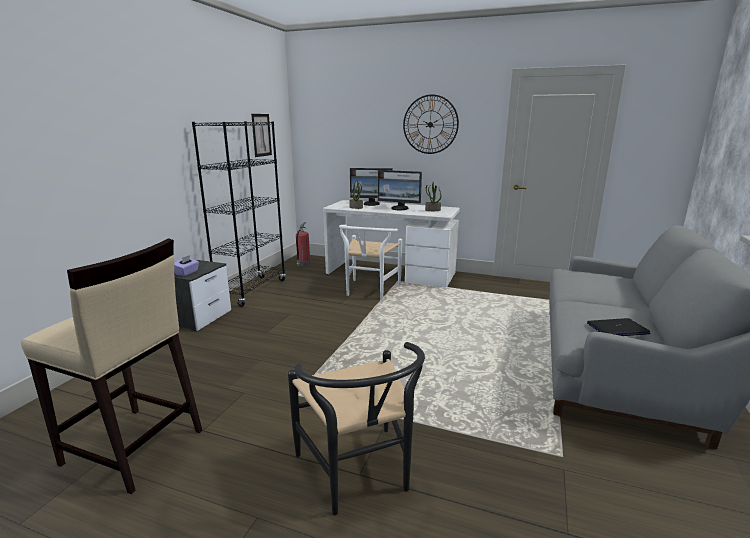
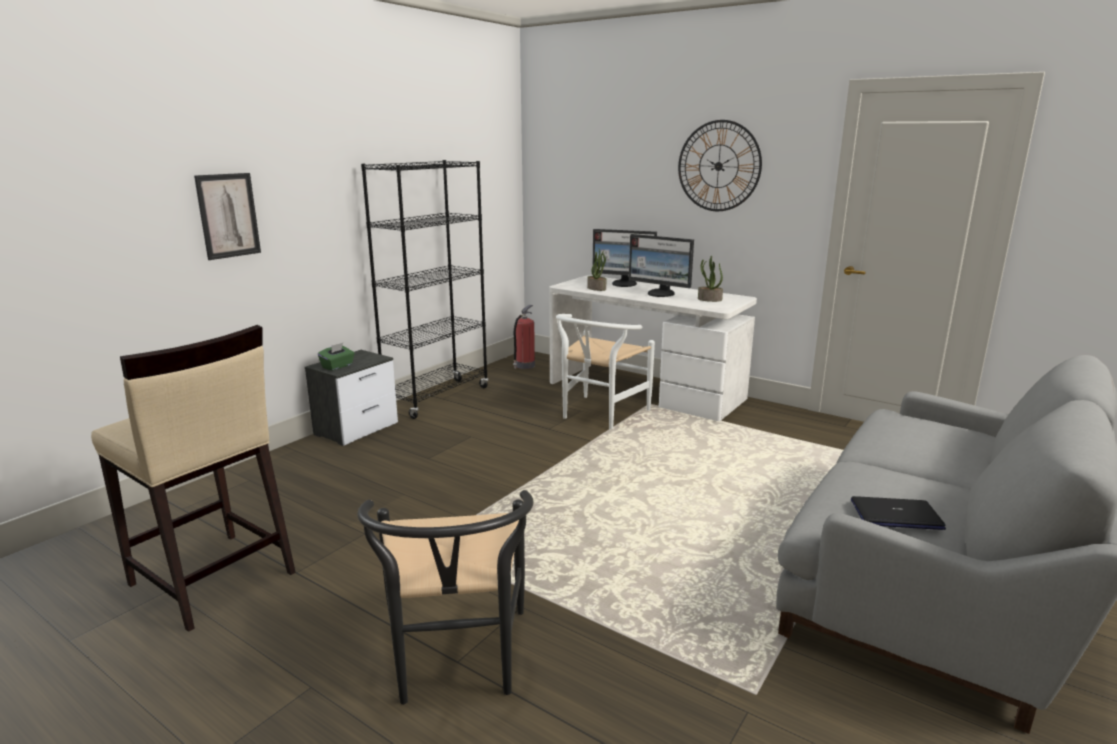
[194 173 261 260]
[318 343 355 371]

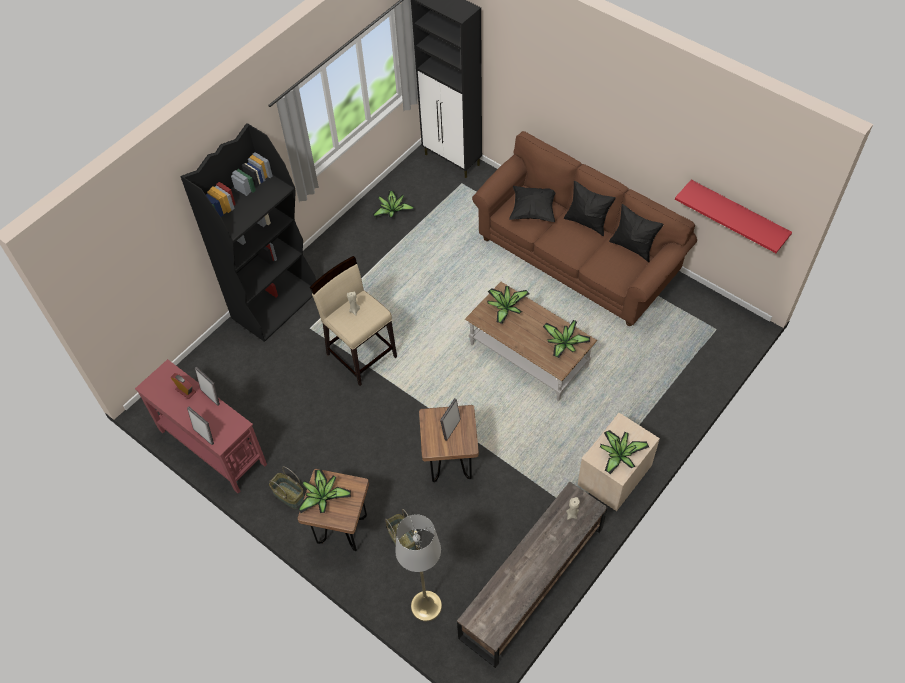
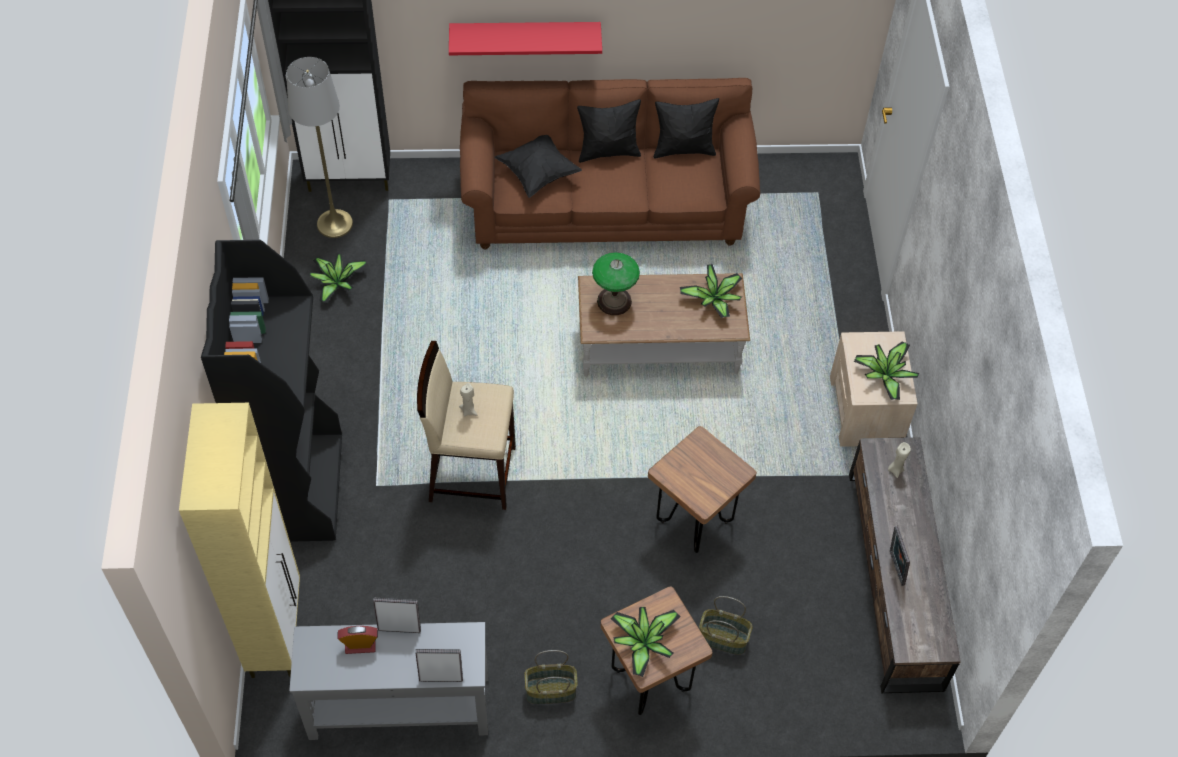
[179 403 300 678]
[286 57 353 238]
[289 622 488 740]
[449 22 602 55]
[592 252 640 315]
[890 526 910 586]

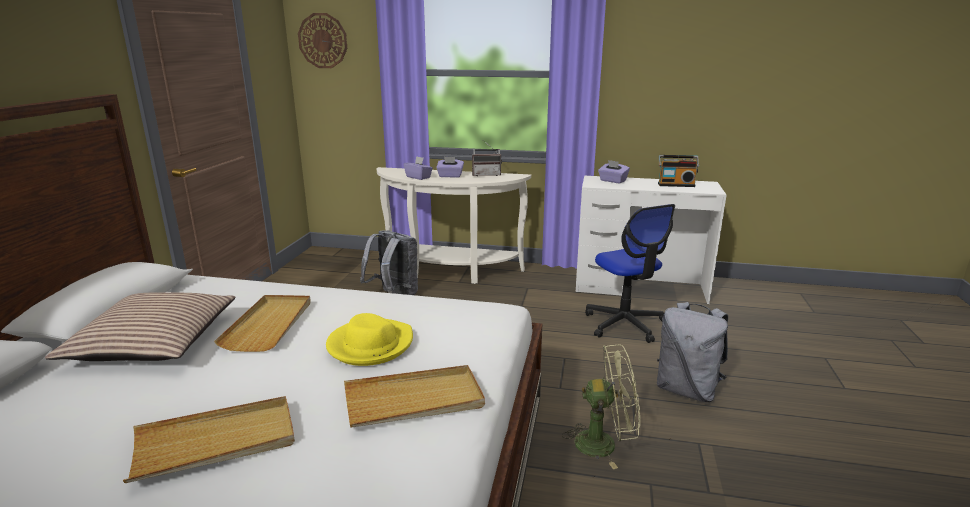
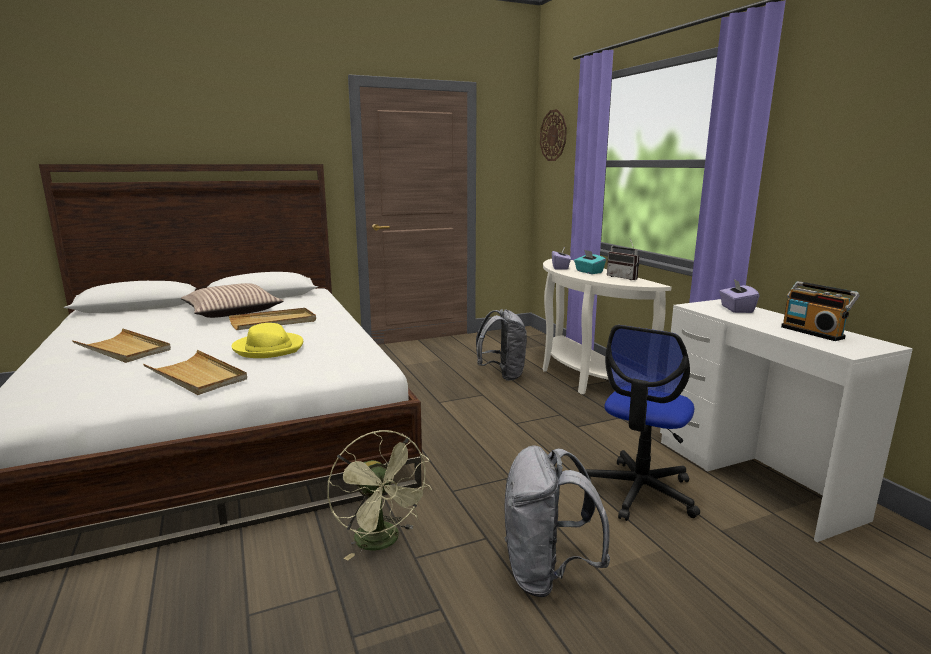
[574 250 606 274]

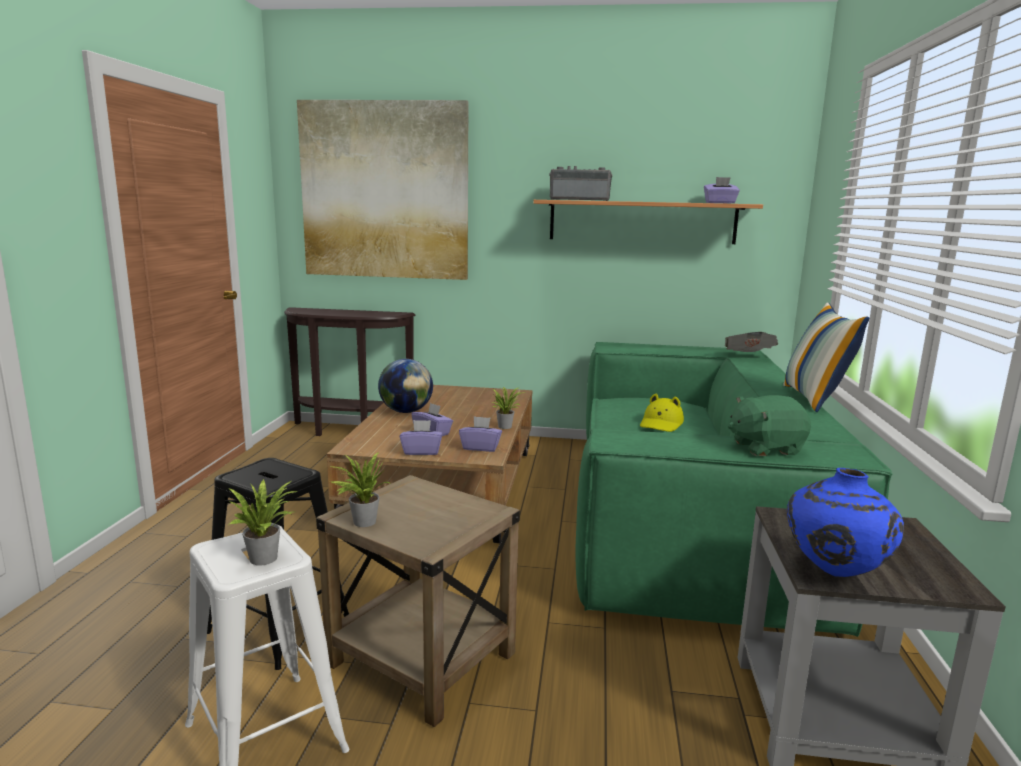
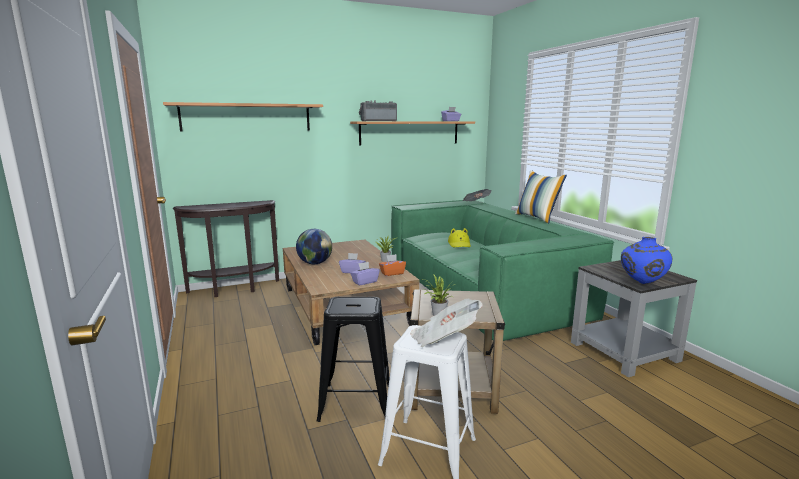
[163 102 323 132]
[379 254 406 276]
[410 299 483 347]
[728 395 811 456] (first image)

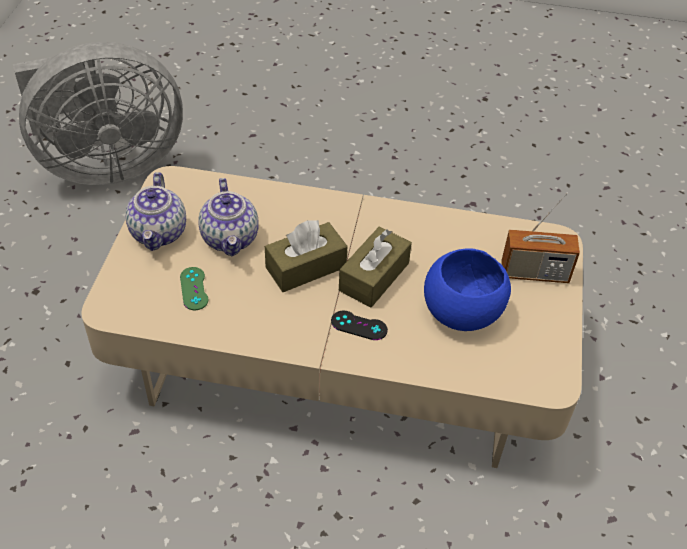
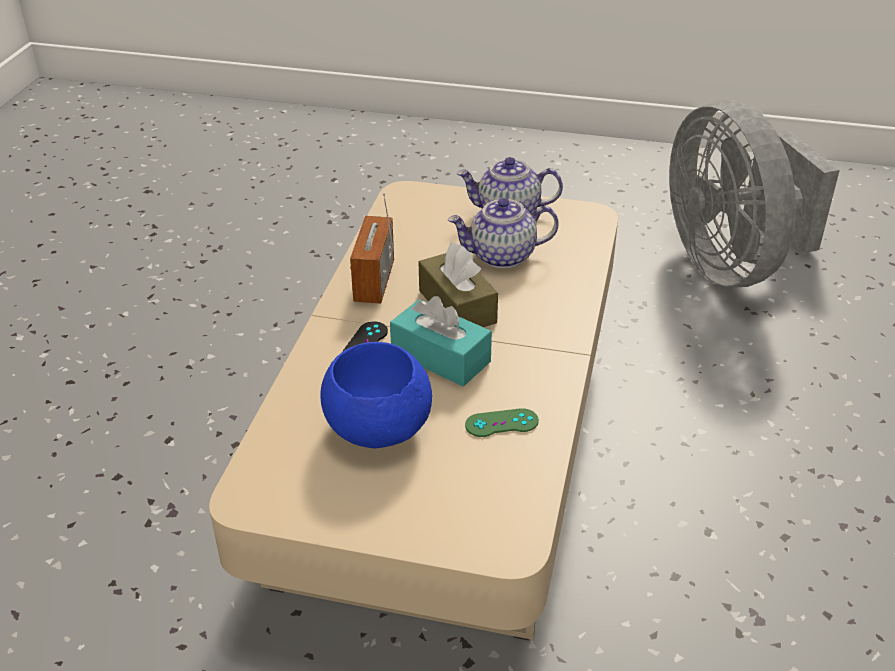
[350 193 394 304]
[390 296 492 387]
[465 408 539 437]

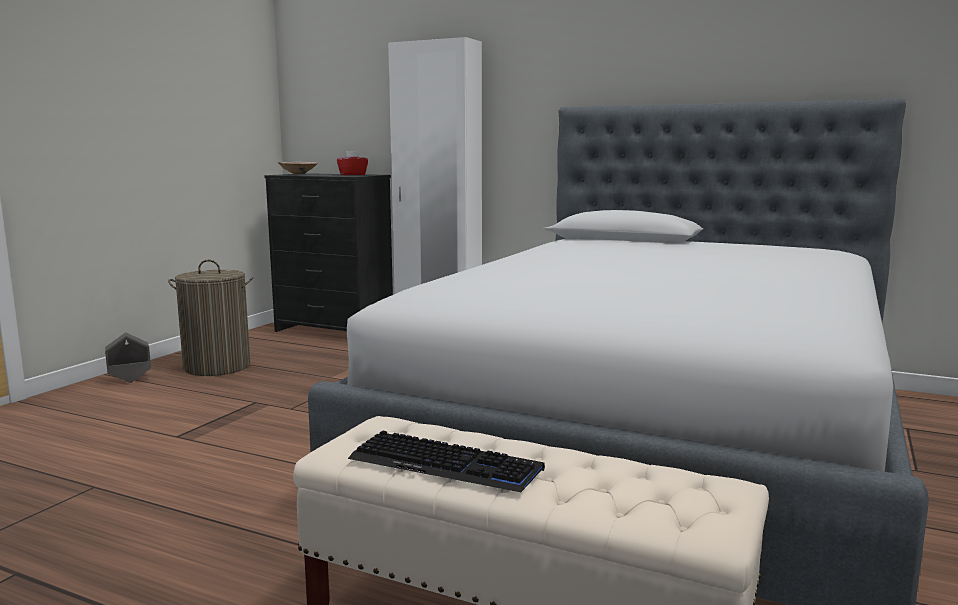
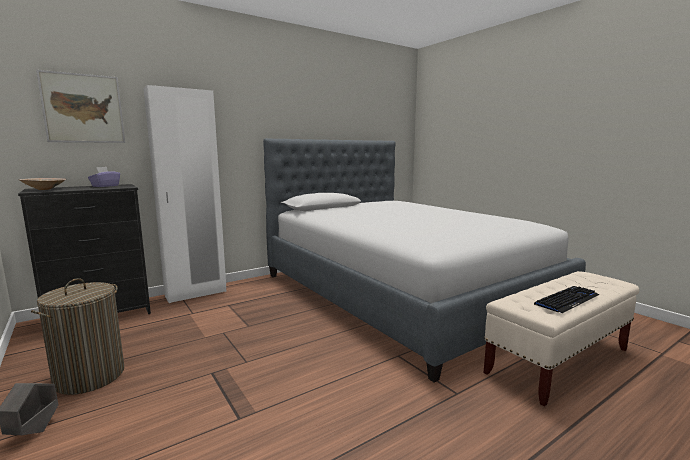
[36 70 125 143]
[88 167 120 187]

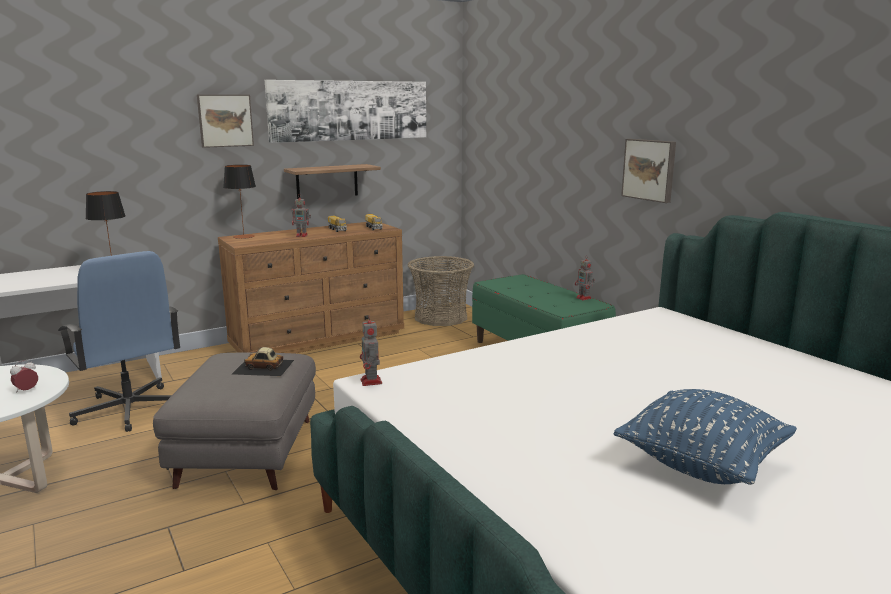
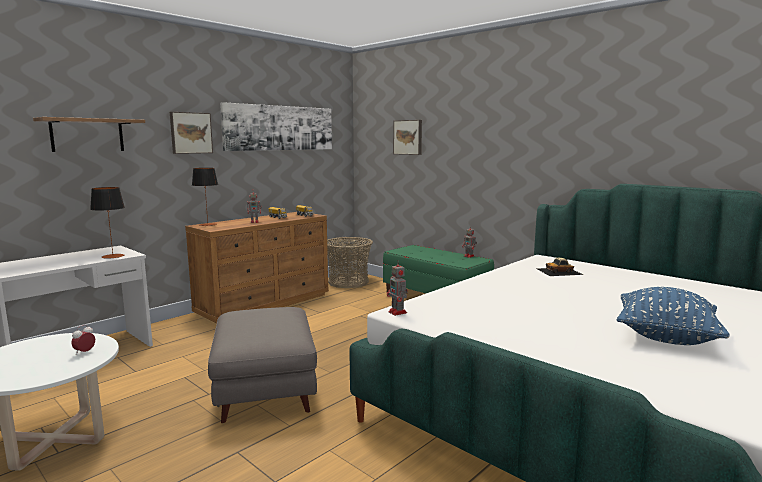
[33 117 145 152]
[393 120 422 155]
[537 258 583 276]
[58 251 180 432] (first image)

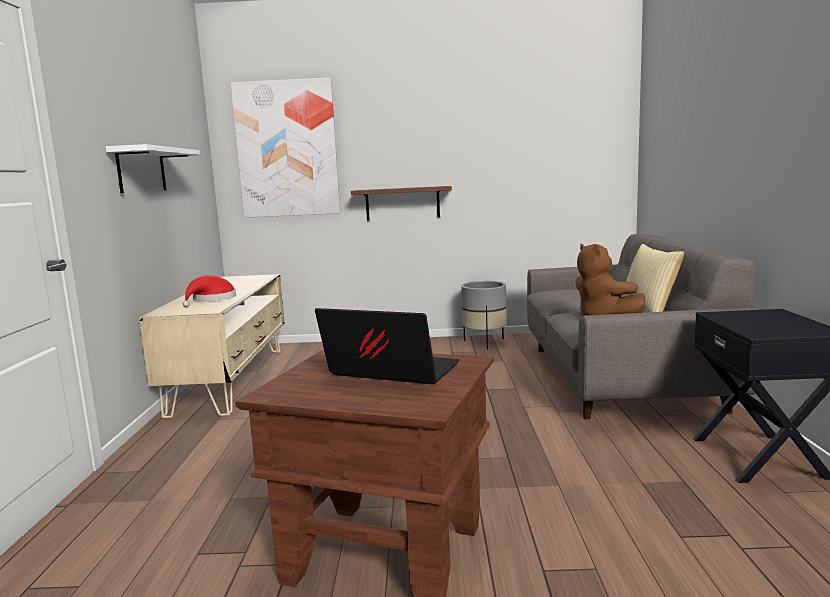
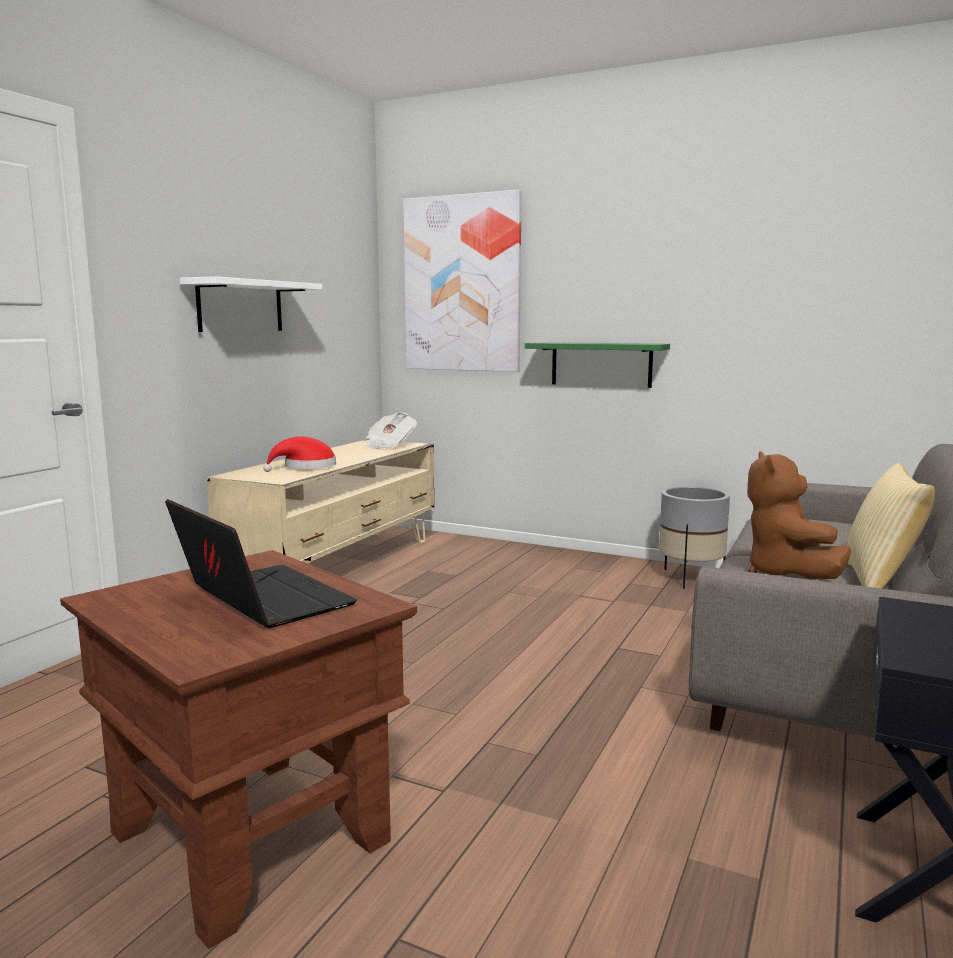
[365 412 417 449]
[525 342 670 388]

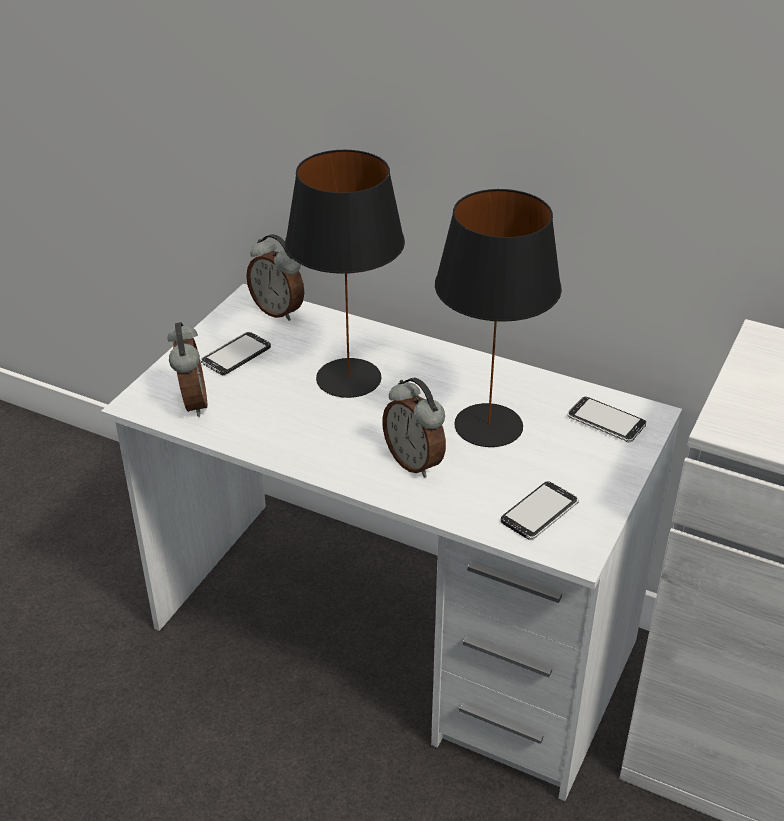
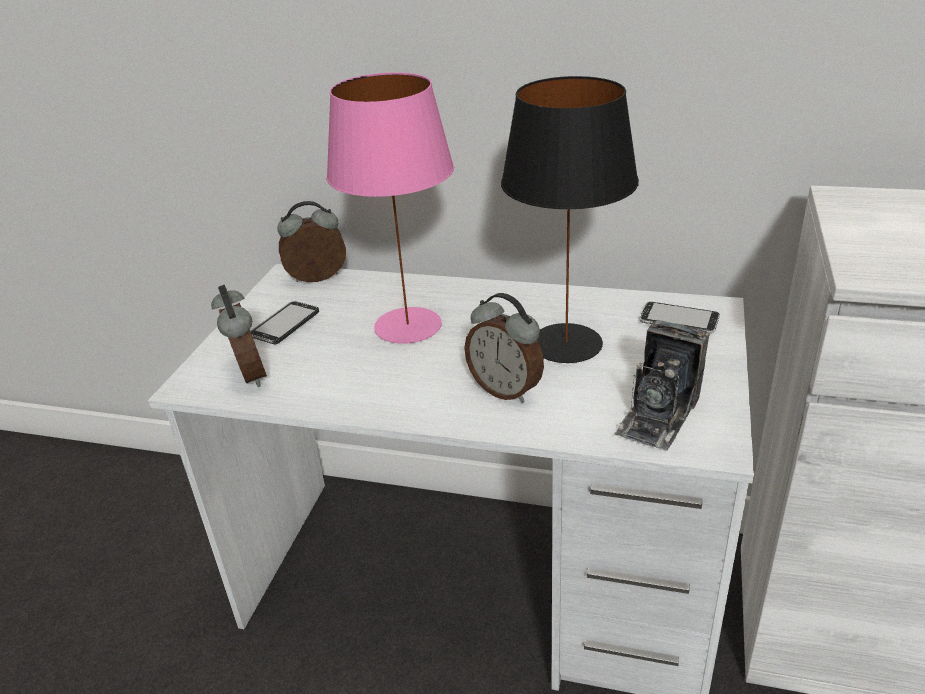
[277 201 346 282]
[326 72 454 344]
[614 320 709 451]

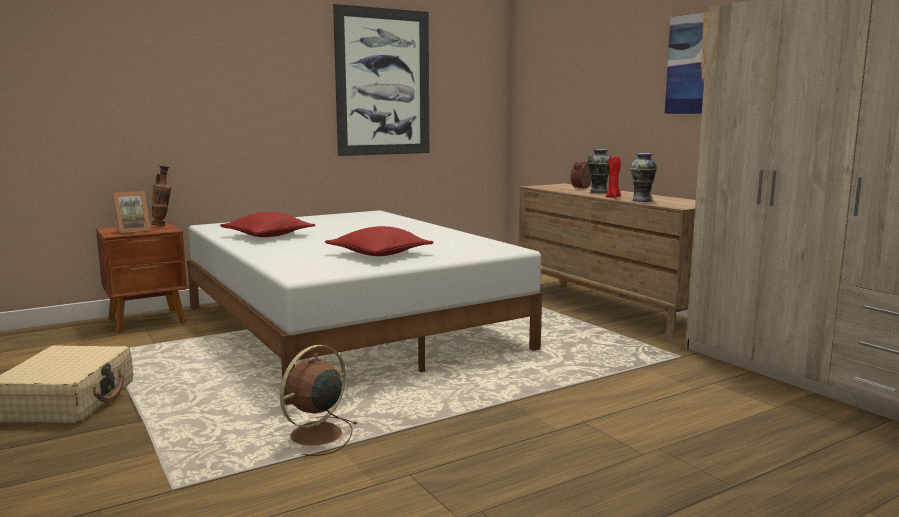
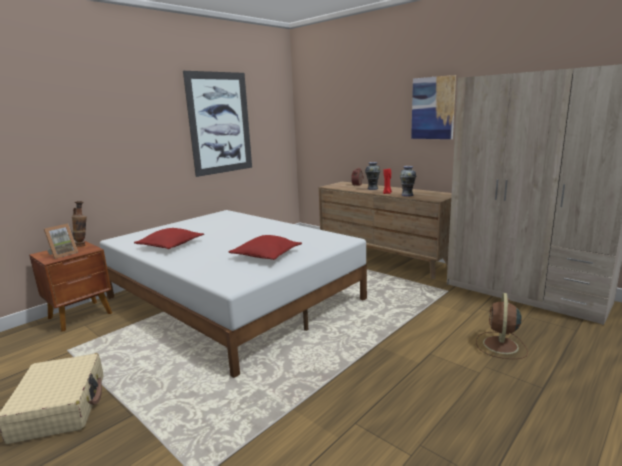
[476 293 528 359]

